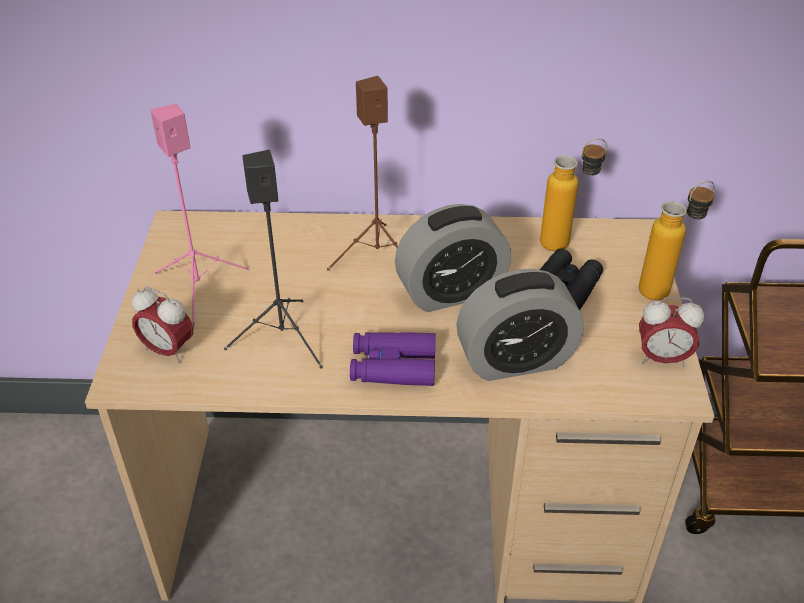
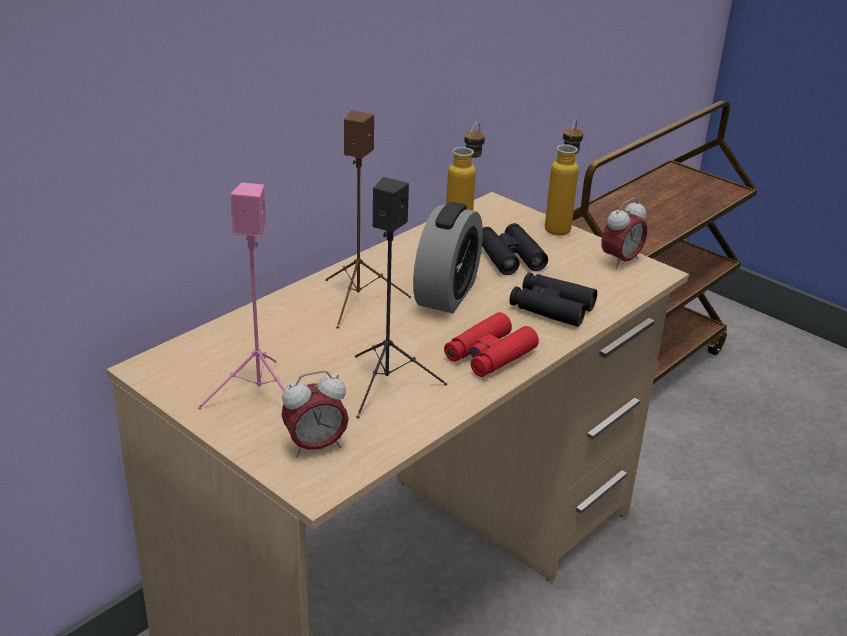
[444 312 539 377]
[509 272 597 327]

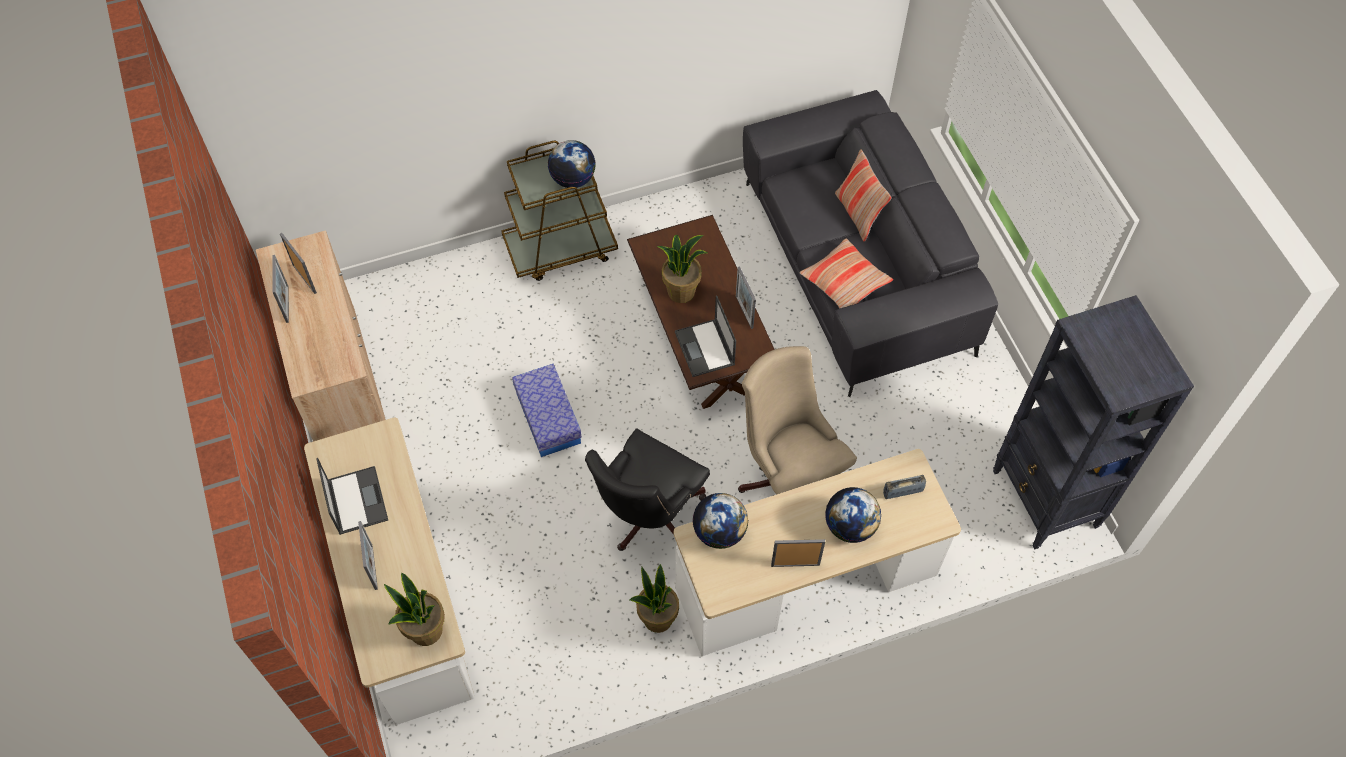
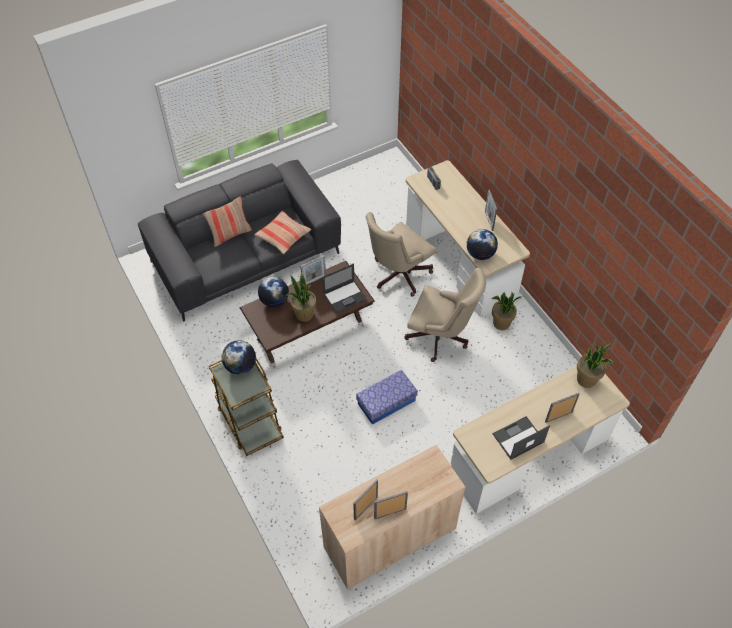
[258 277 289 307]
[404 268 486 362]
[993 295 1194 549] (first image)

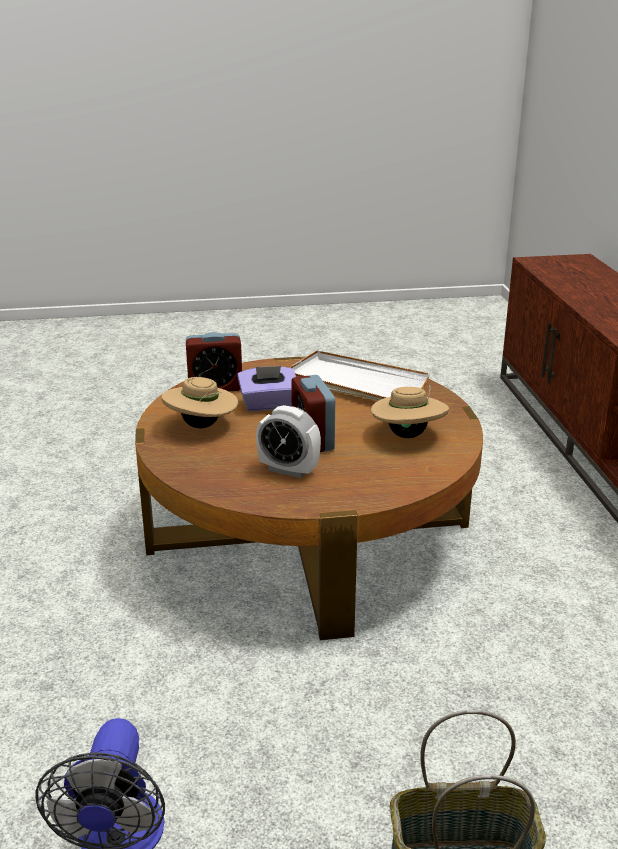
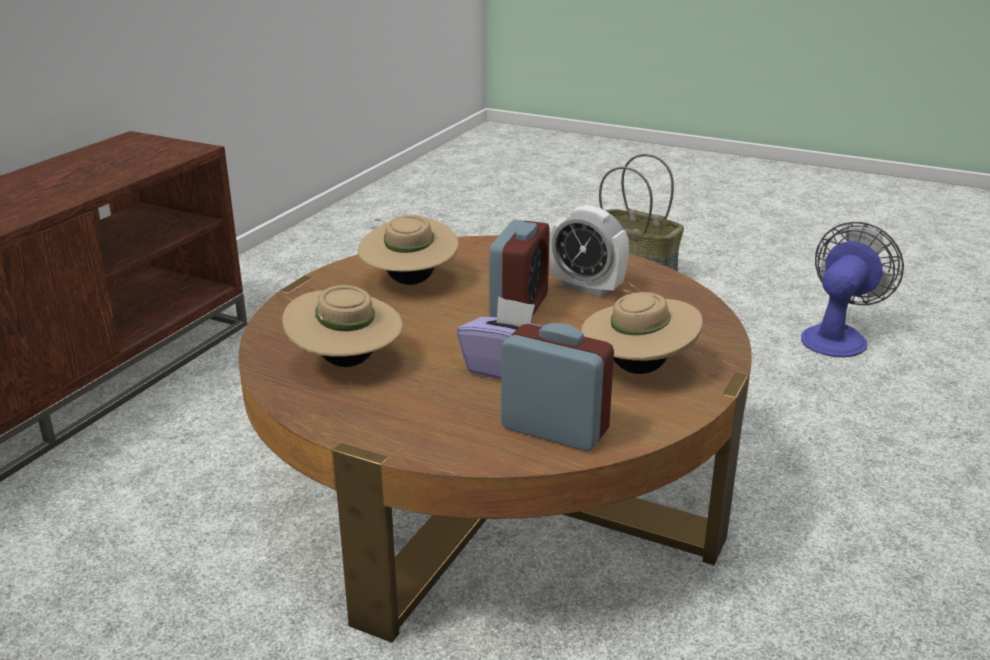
[282 285 403 367]
[549 205 629 297]

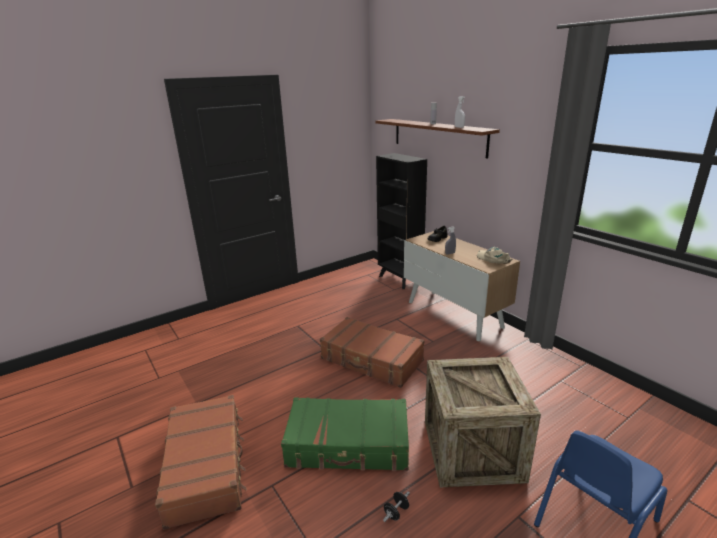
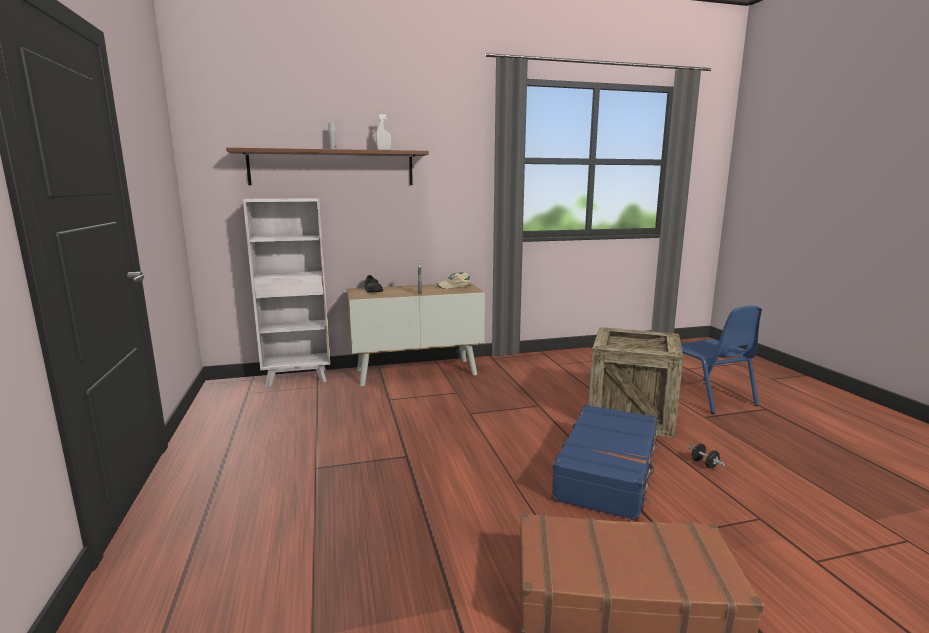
[243 198 330 388]
[551 404 660 521]
[320 317 424 388] (first image)

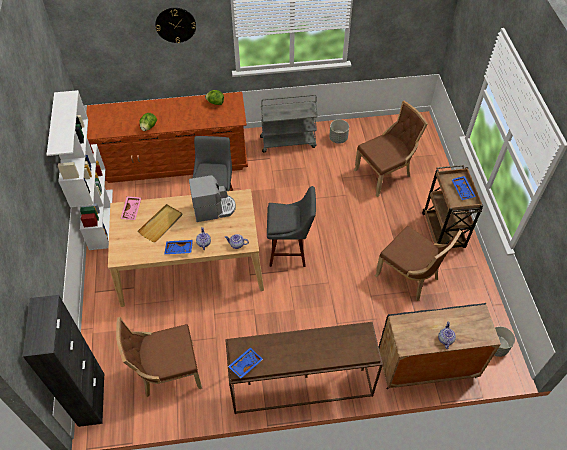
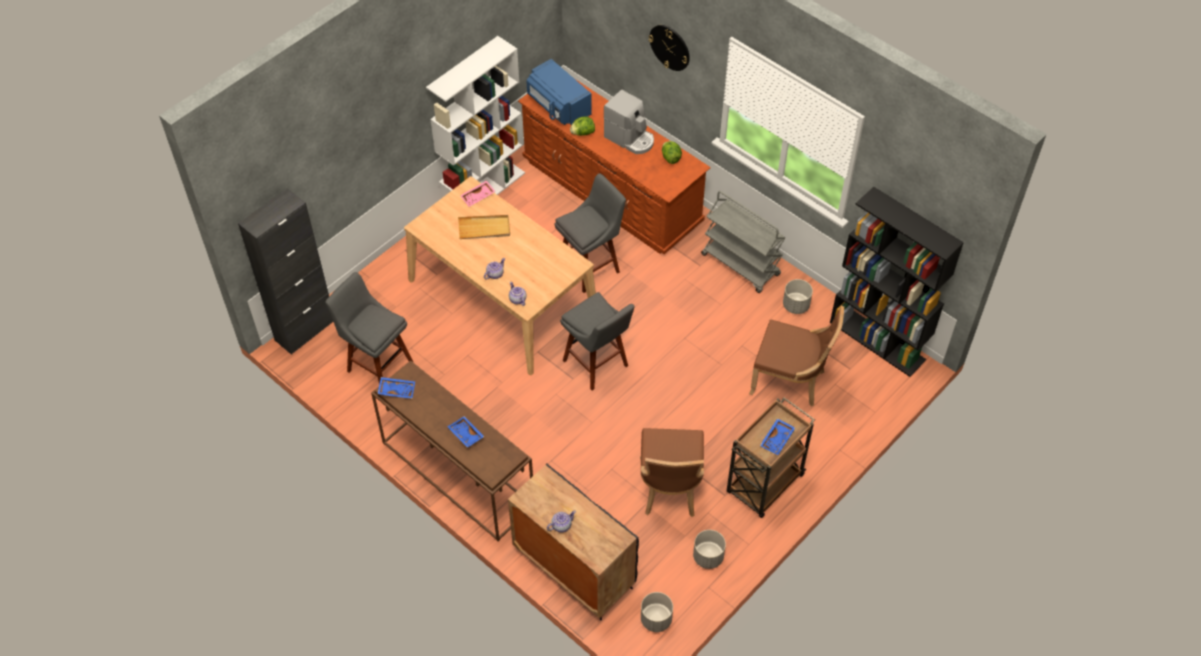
[325 272 413 384]
[447 416 484 448]
[527 59 592 125]
[604 89 654 154]
[693 530 726 569]
[830 187 964 377]

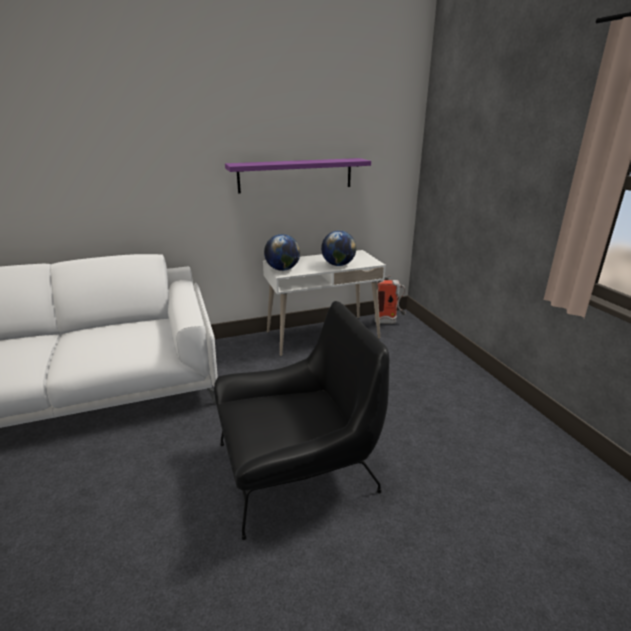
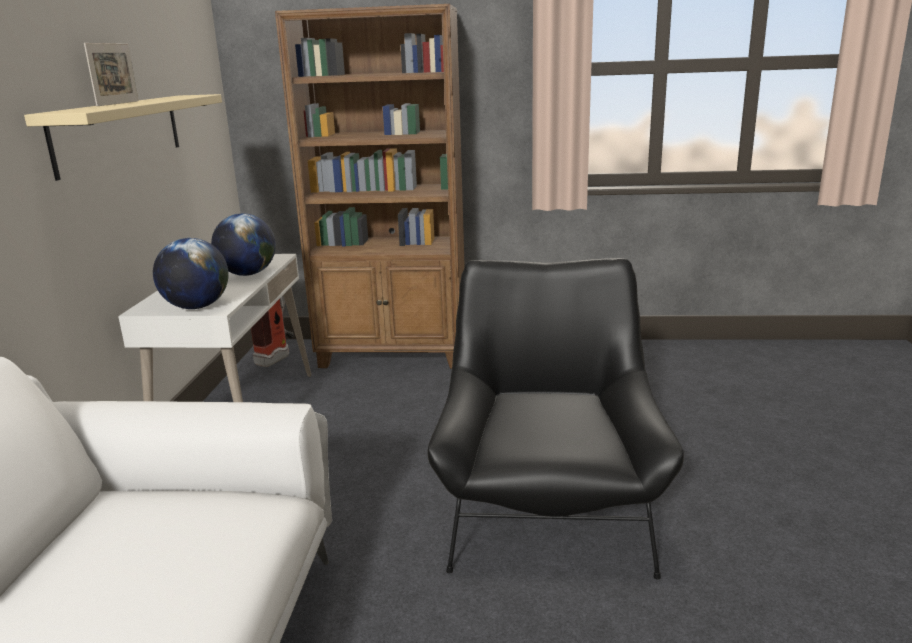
[24 94 222 181]
[84 43 138 106]
[275 4 465 369]

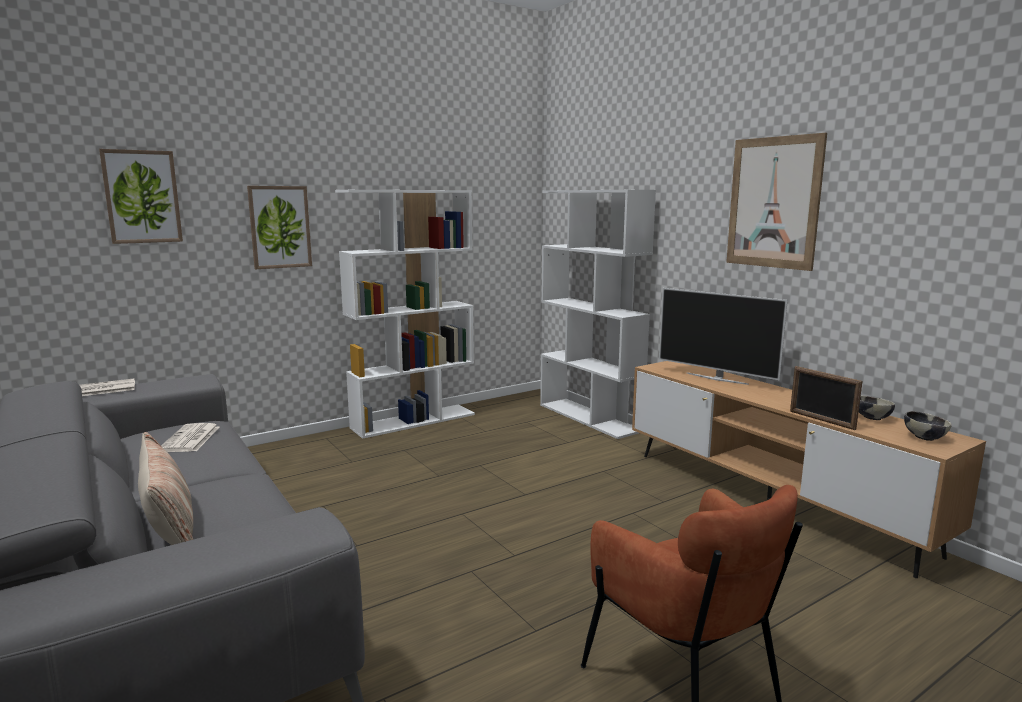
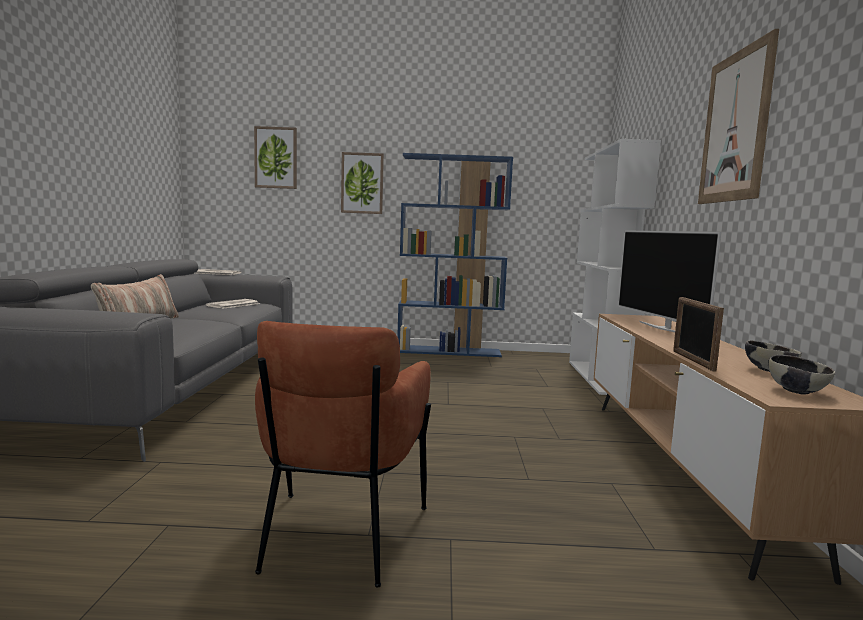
[397 153 513 357]

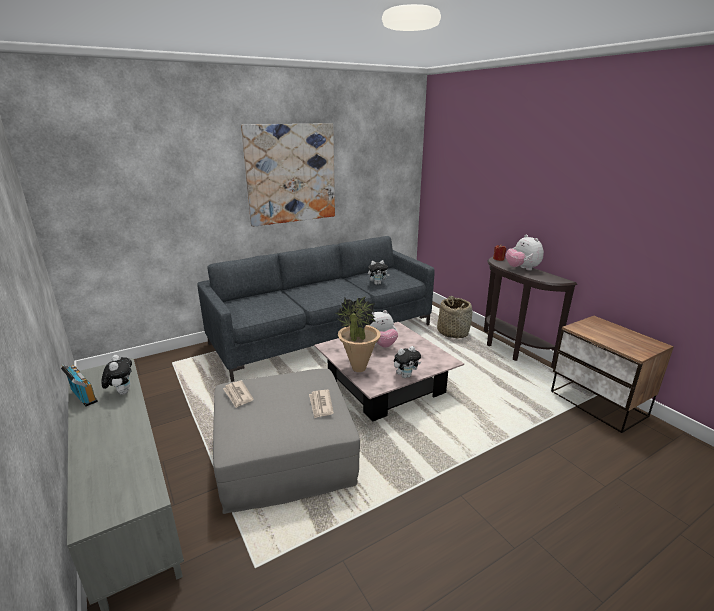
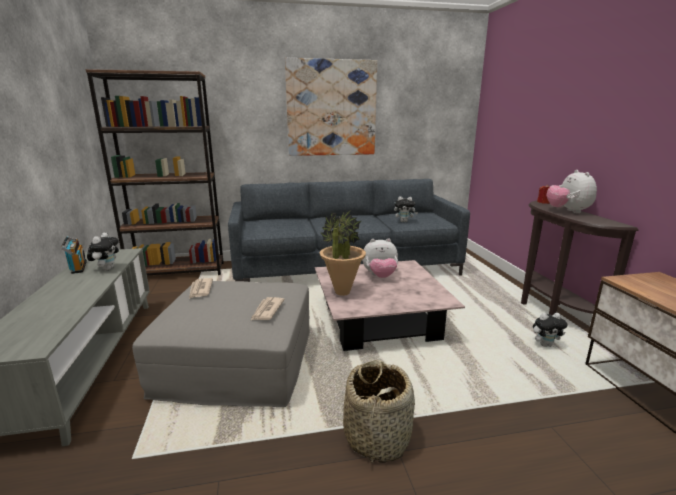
[86 69 224 275]
[343 360 415 463]
[533 313 567 347]

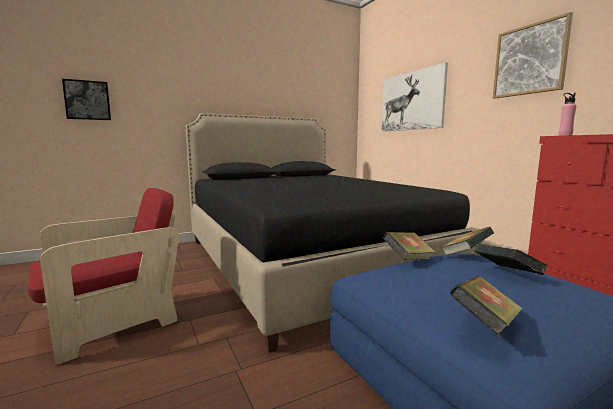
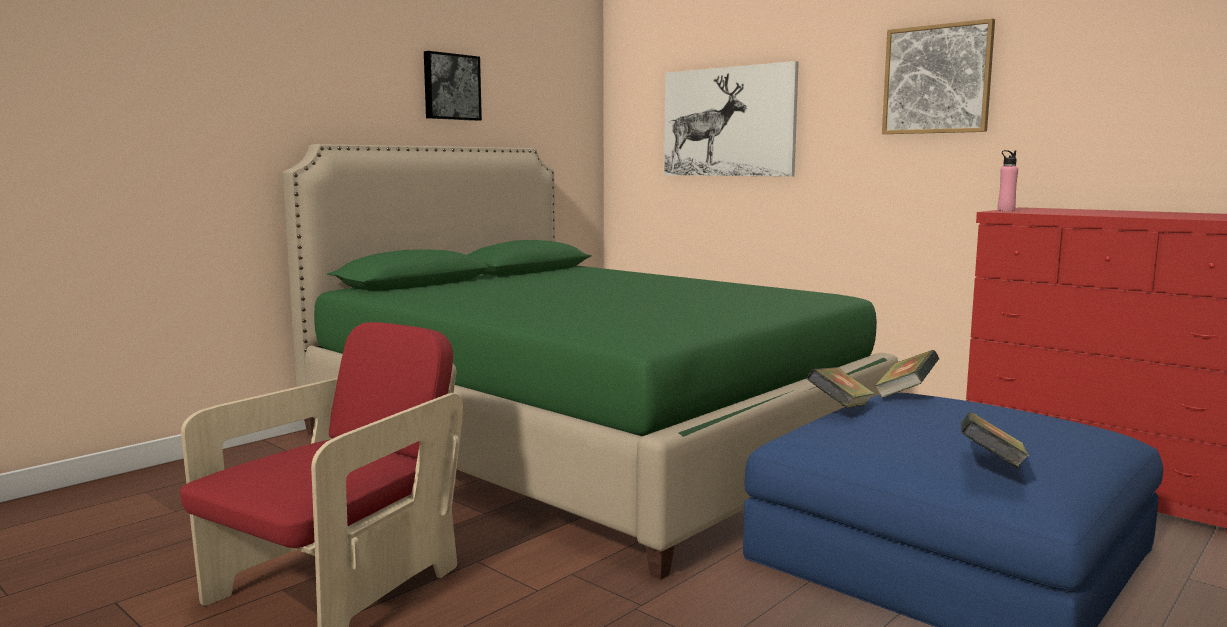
[282 144 898 580]
[424 51 482 121]
[474 243 548 275] (first image)

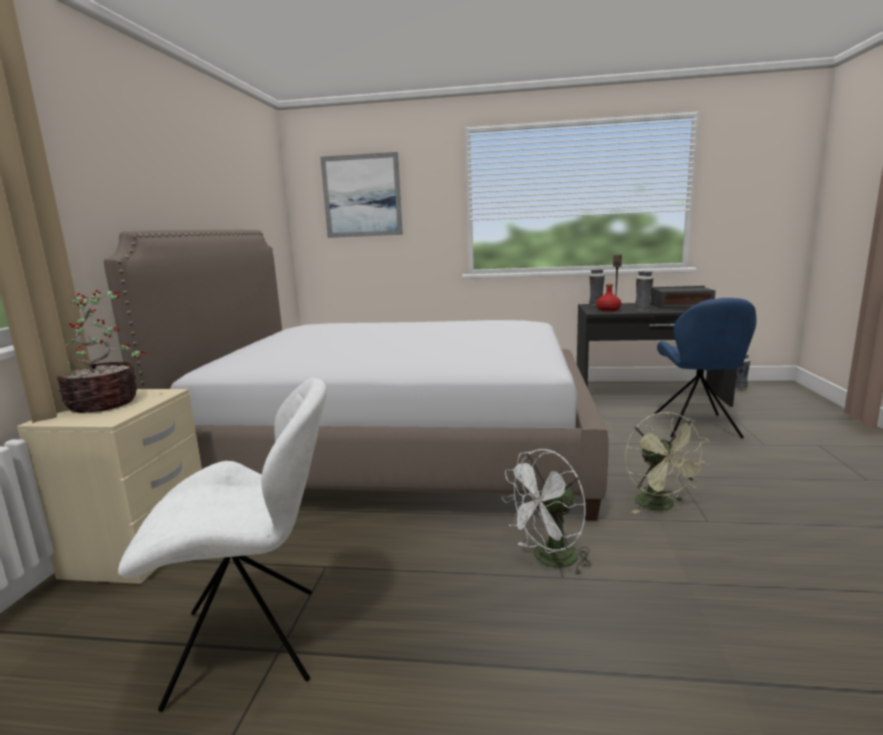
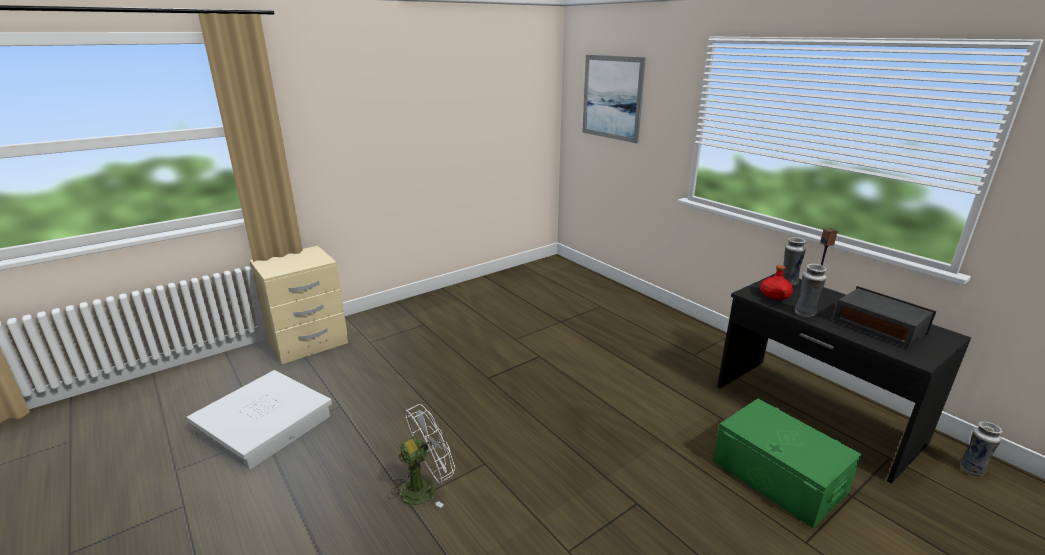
[187 370 332 470]
[387 404 455 508]
[713 399 862 528]
[56 290 146 413] (first image)
[104 230 608 521] (first image)
[625 412 710 514] (first image)

